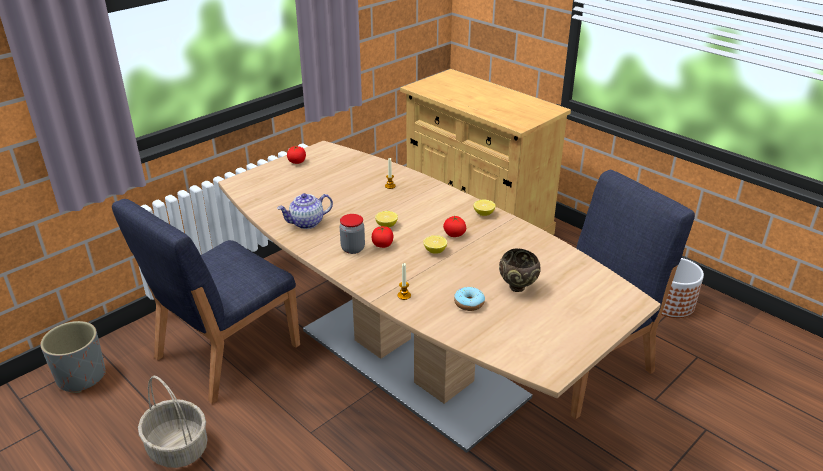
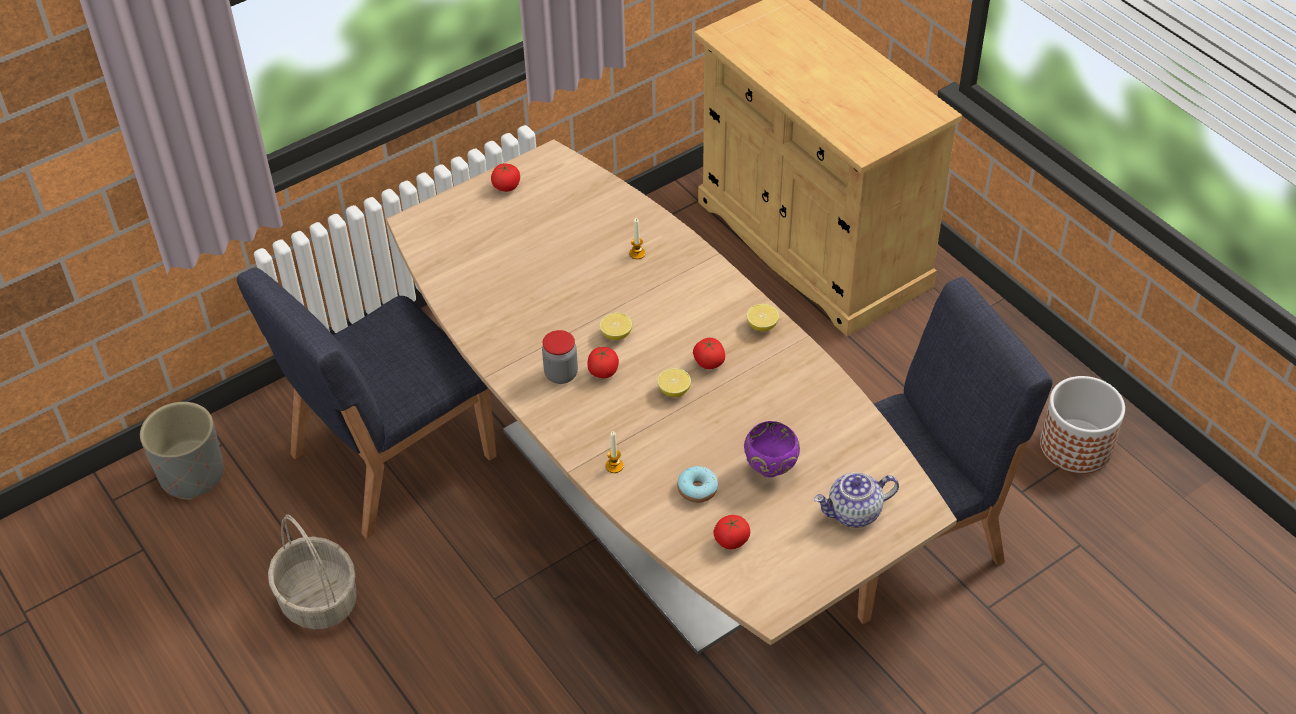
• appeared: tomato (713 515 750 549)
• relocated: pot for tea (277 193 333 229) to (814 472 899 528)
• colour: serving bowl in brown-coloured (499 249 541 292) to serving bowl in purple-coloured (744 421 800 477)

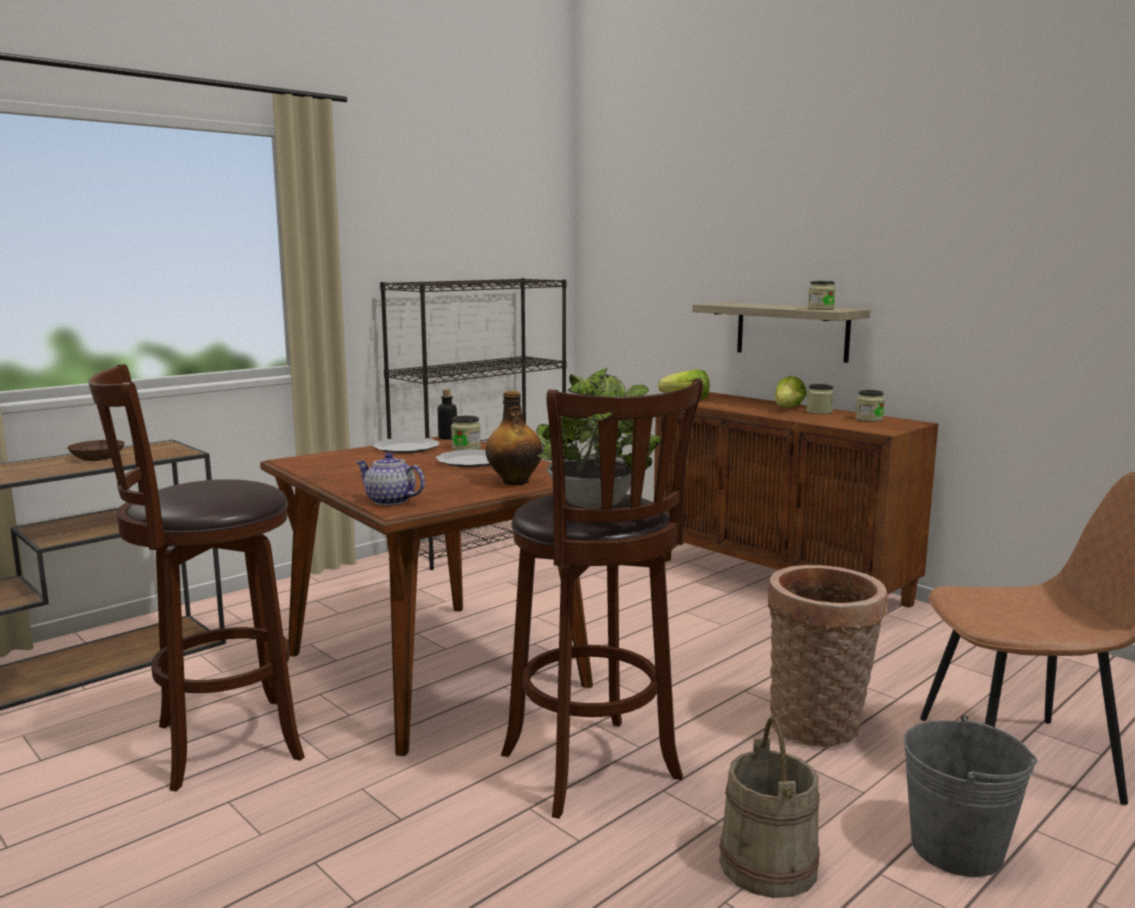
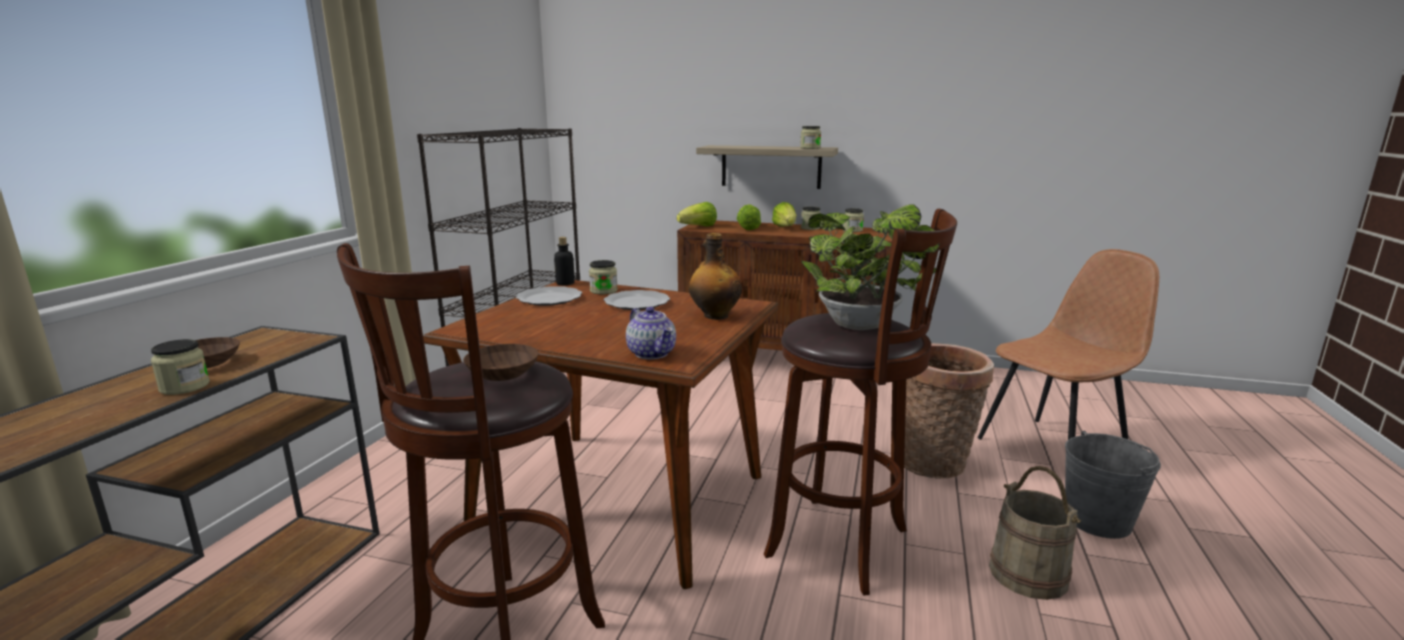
• appeared: jar (151 339 210 395)
• appeared: serving bowl in brown-coloured (463 344 539 381)
• appeared: head of lettuce (737 204 761 230)
• spun: pot for tea (356 453 425 505) = (626 307 676 359) 120 degrees counterclockwise

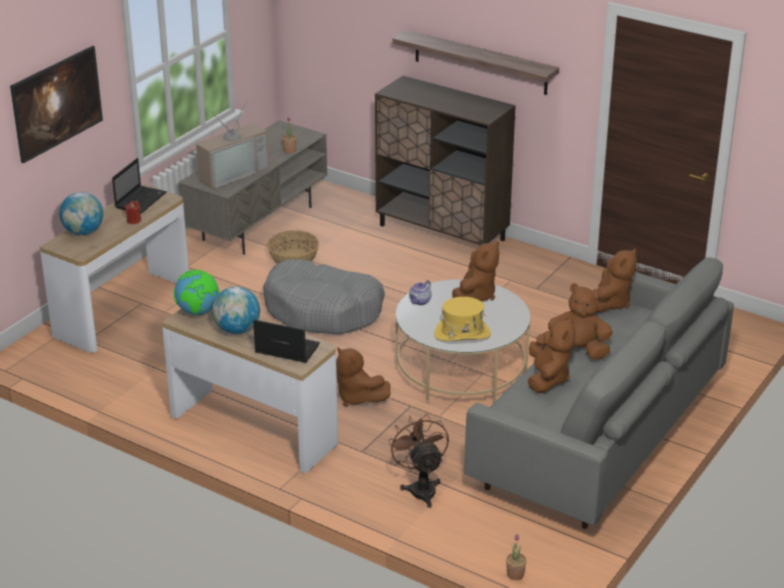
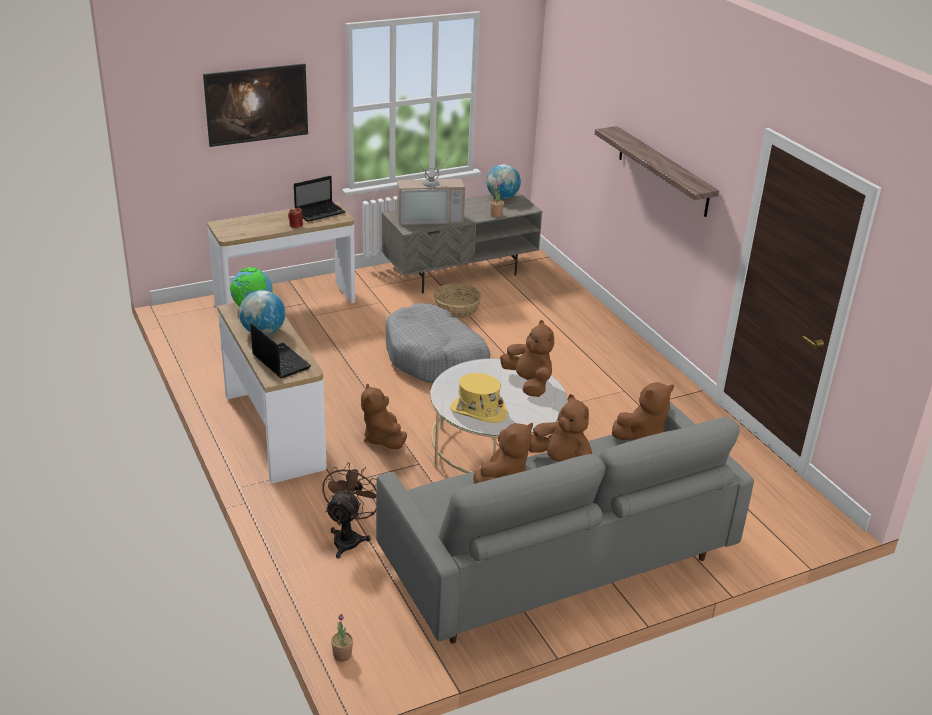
• missing: cabinet in brown-coloured (375 76 516 245)
• missing: pot for tea (409 280 431 305)
• relocated: world globe (59 192 103 235) to (486 164 521 199)
• spun: soft toy in brown-coloured (452 241 499 301) = (500 320 554 397) 90 degrees counterclockwise

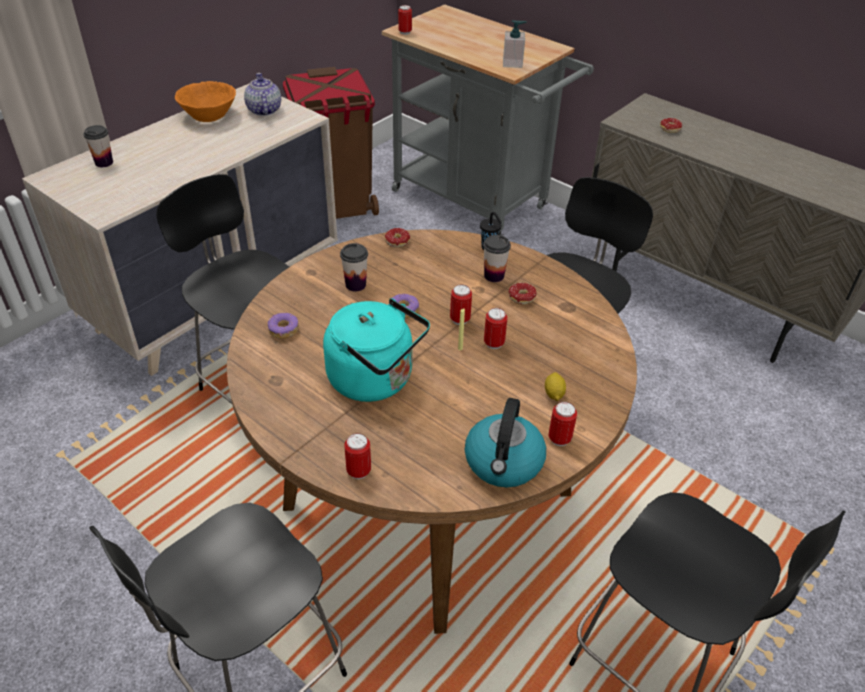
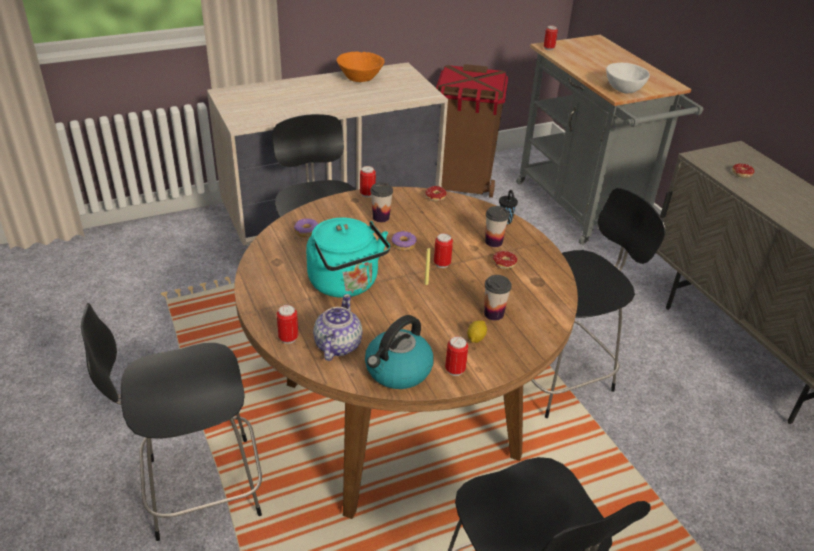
• relocated: drinking cup (83 125 113 167) to (484 275 512 321)
• relocated: pot for tea (244 73 281 116) to (313 294 363 361)
• relocated: sealed can (484 308 508 349) to (360 166 376 198)
• exchanged: soap bottle (503 20 527 68) to serving bowl in white-coloured (606 63 650 94)

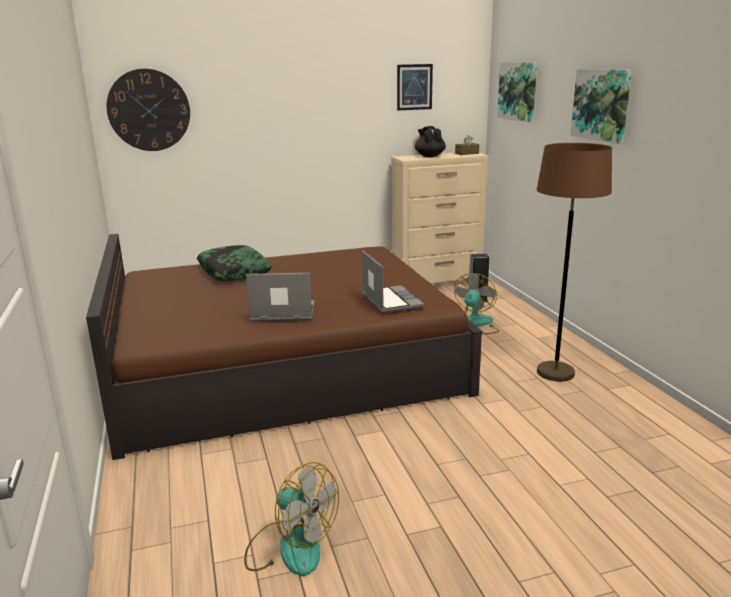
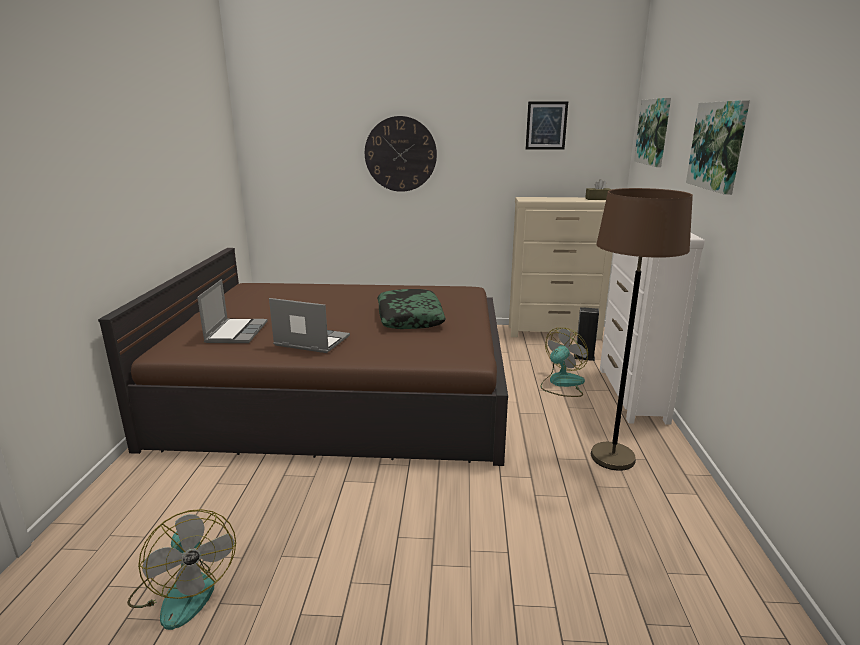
• missing: pot for tea in blackish (415 126 446 157)
• appeared: drawer chest in white-coloured (600 233 705 425)
• relocated: hanging clock (107 69 190 151) to (365 116 437 192)
• relocated: pillow (197 245 271 281) to (377 289 446 329)
• relocated: portable computer (362 250 424 313) to (197 279 268 343)

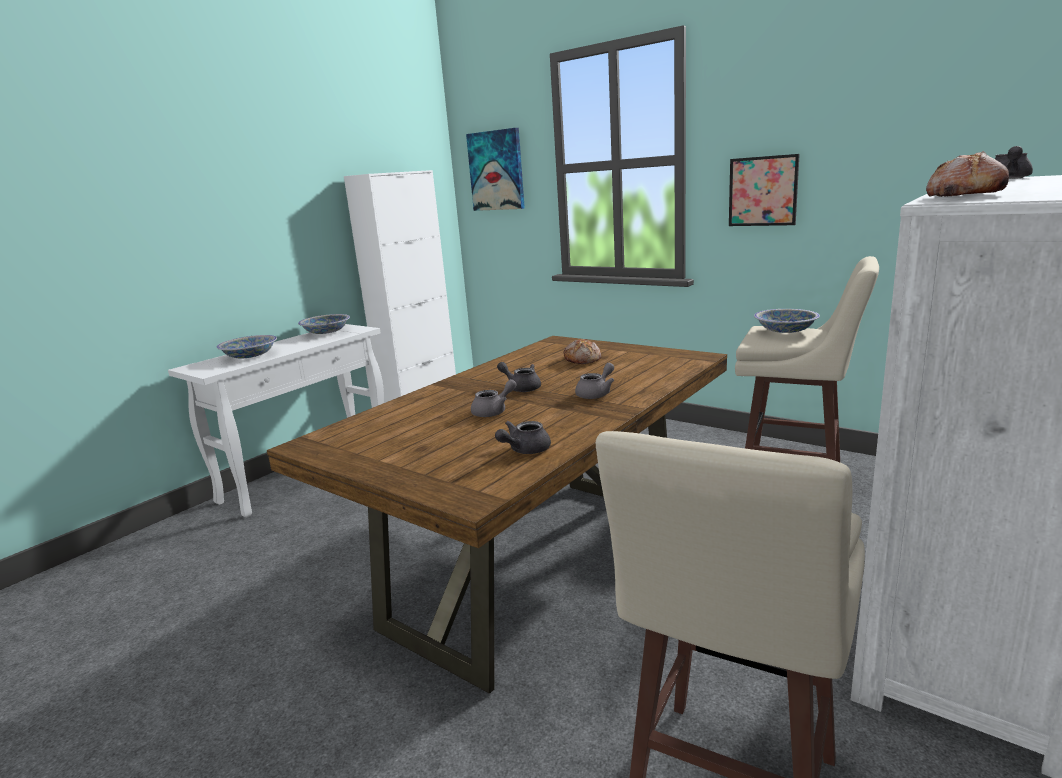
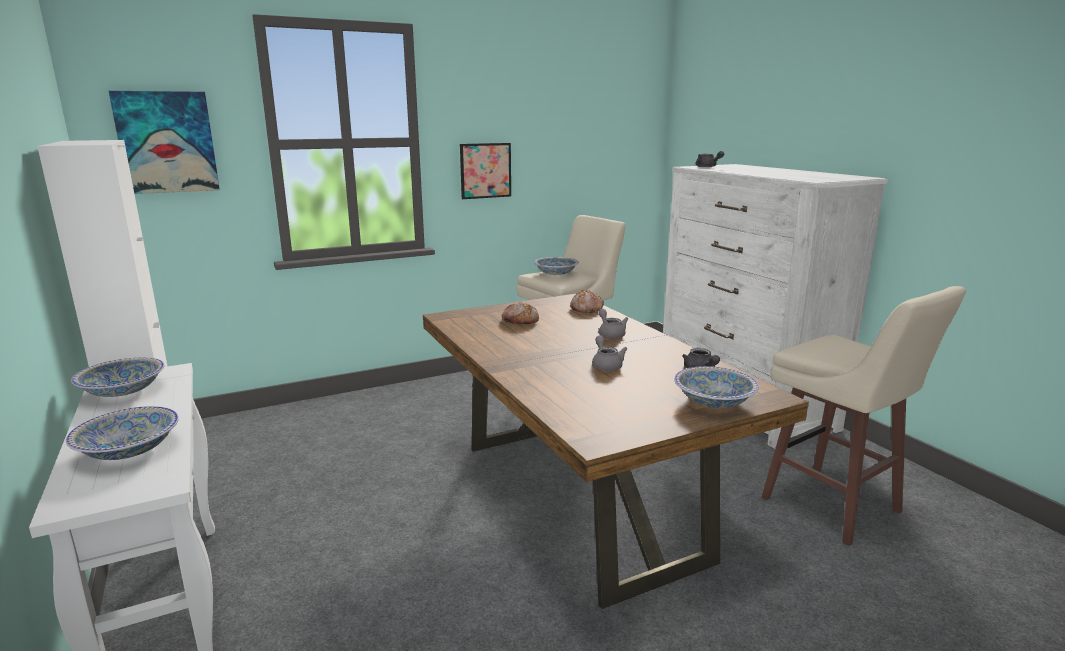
• missing: pot for tea in grey (497 362 541 392)
• appeared: serving bowl (674 366 759 408)
• relocated: baked bread (926 151 1009 197) to (571 290 604 313)

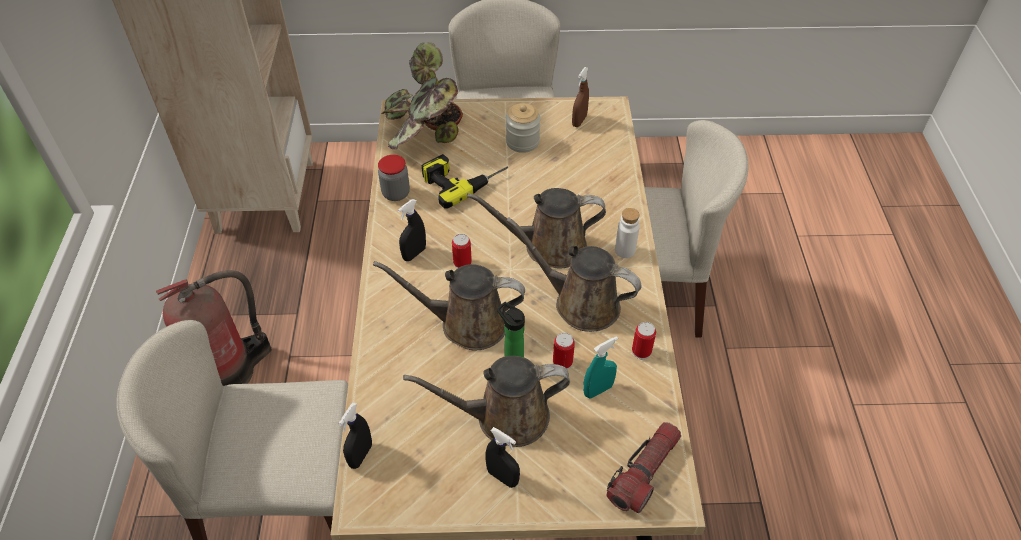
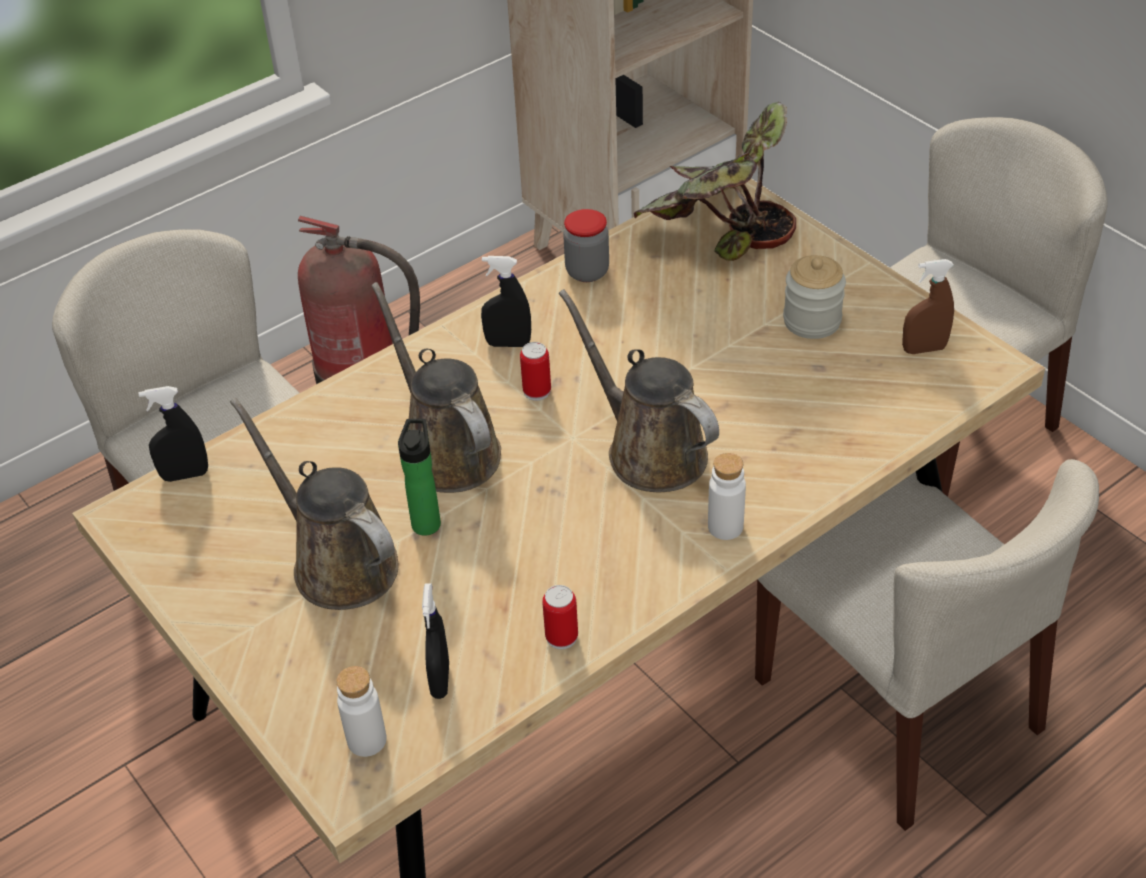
• missing: drill (422 154 508 209)
• missing: watering pot in brown-coloured (506 217 641 332)
• missing: sealed can (553 333 575 369)
• missing: spray bottle in turquoise-coloured (583 336 618 399)
• relocated: spray bottle in blackish (485 427 520 488) to (422 583 449 699)
• exchanged: flashlight (606 422 681 513) to bottle in white-coloured (336 666 387 757)

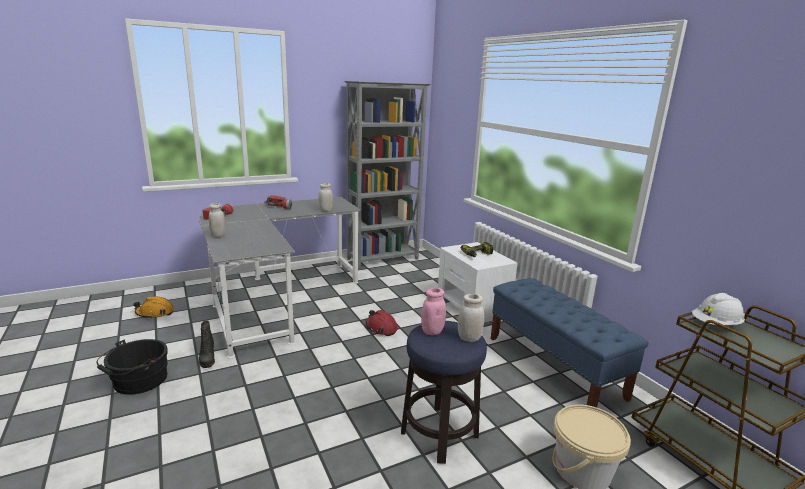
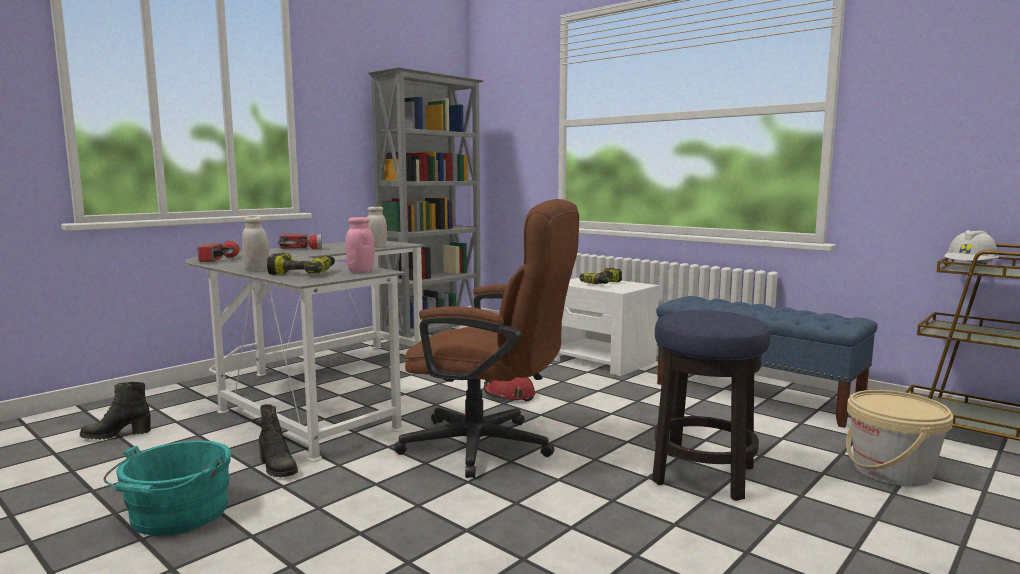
• missing: jar in white-coloured (458 294 484 342)
• appeared: drill (267 253 335 275)
• appeared: office chair in brown-coloured (394 199 579 478)
• relocated: jar in pinkish (421 288 446 335) to (345 217 375 273)
• exchanged: work helmet in orange (133 296 174 319) to high-top boot in blackish (80 382 151 440)
• colour: pail in blackish (97 339 168 395) to pail in turquoise-coloured (103 440 232 535)

